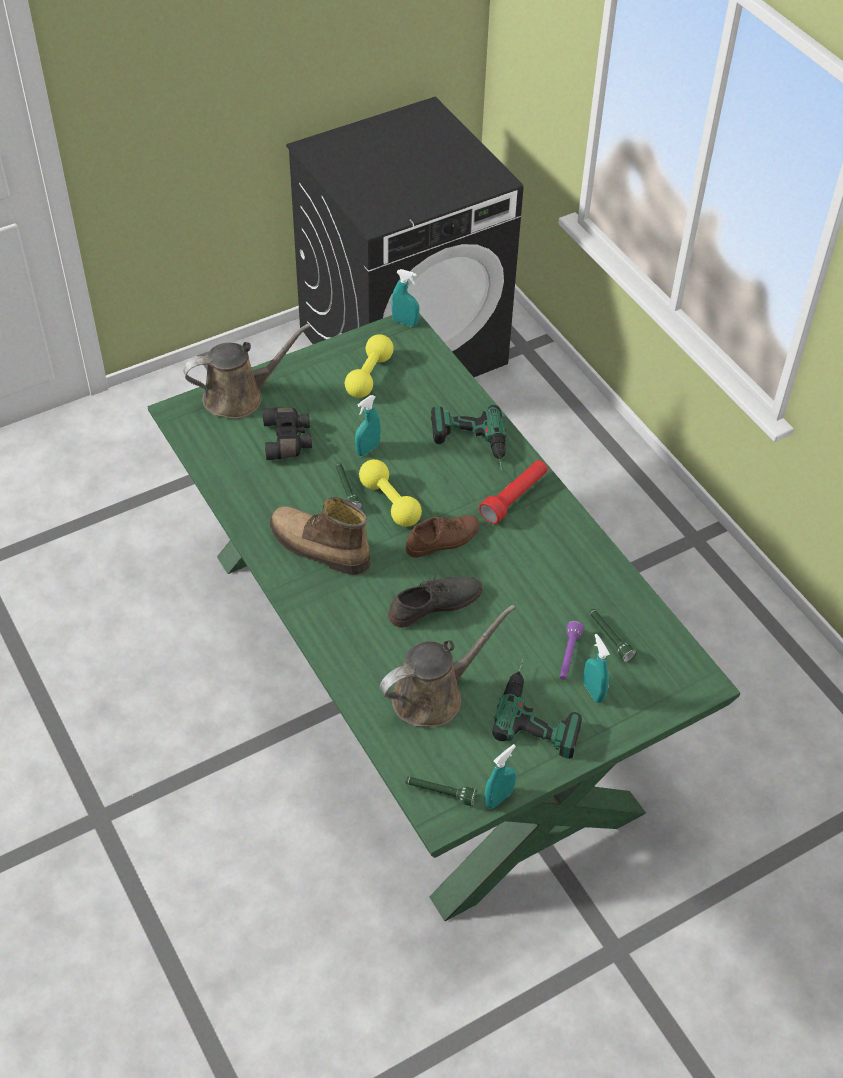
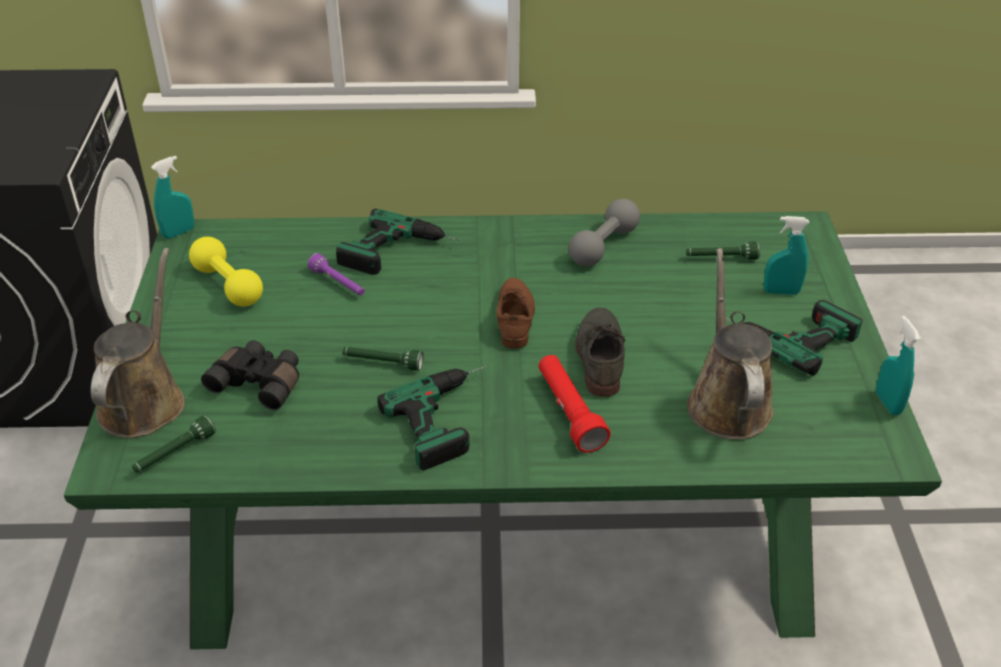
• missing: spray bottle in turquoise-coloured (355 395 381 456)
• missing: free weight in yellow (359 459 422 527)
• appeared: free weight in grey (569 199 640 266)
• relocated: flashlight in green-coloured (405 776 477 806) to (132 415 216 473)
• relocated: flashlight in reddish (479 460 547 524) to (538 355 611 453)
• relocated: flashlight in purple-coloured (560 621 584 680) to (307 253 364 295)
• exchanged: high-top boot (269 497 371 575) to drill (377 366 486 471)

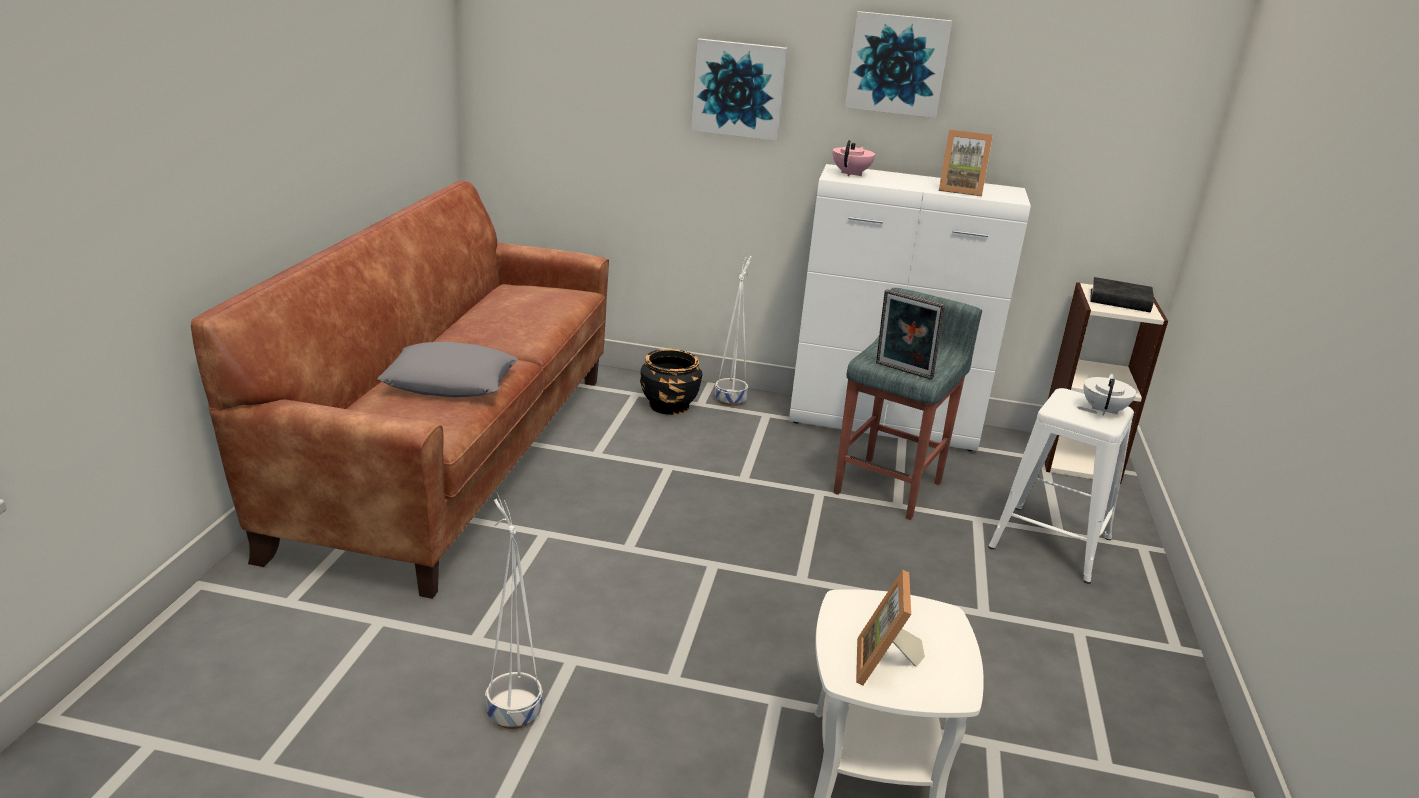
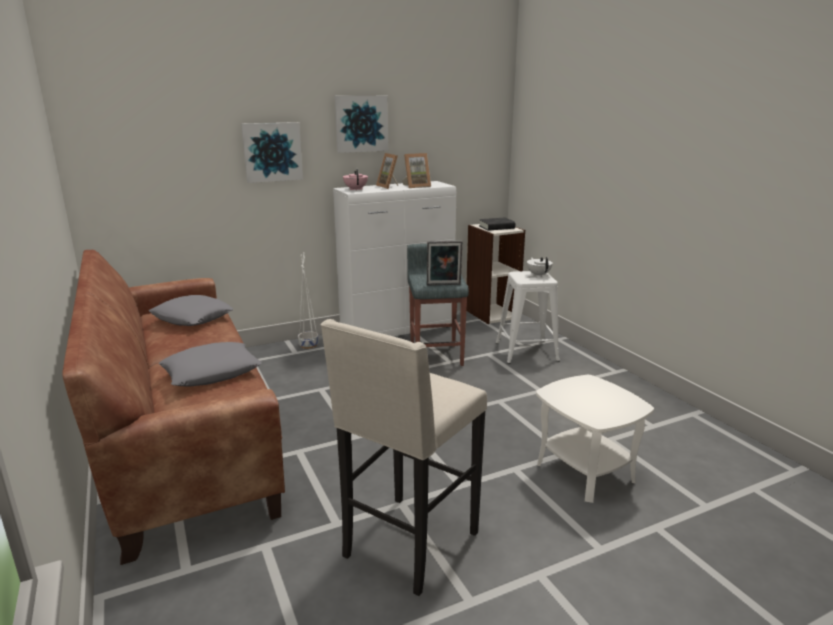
• missing: flower pot in blackish (640 349 702 415)
• appeared: pillow in grey (149 295 233 326)
• relocated: standing frame (856 569 925 685) to (376 153 398 189)
• exchanged: flower pot in white-coloured (485 492 543 729) to sitting stool in beige-coloured (321 319 487 596)

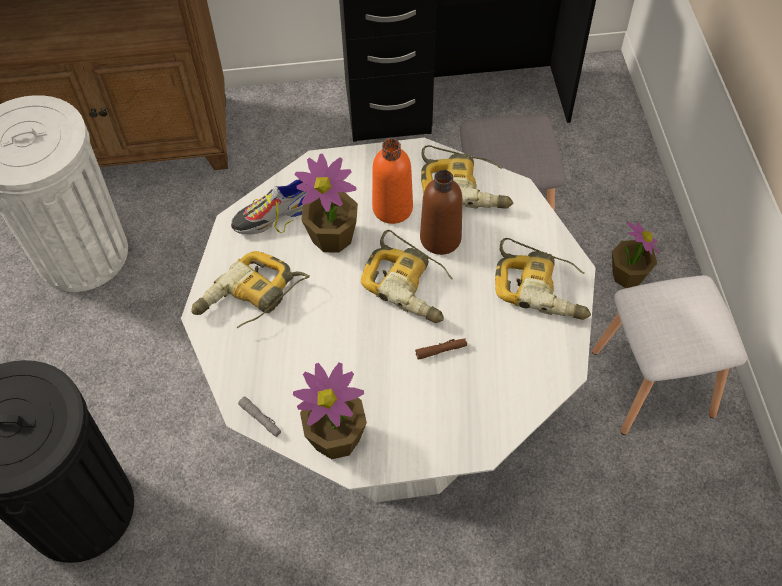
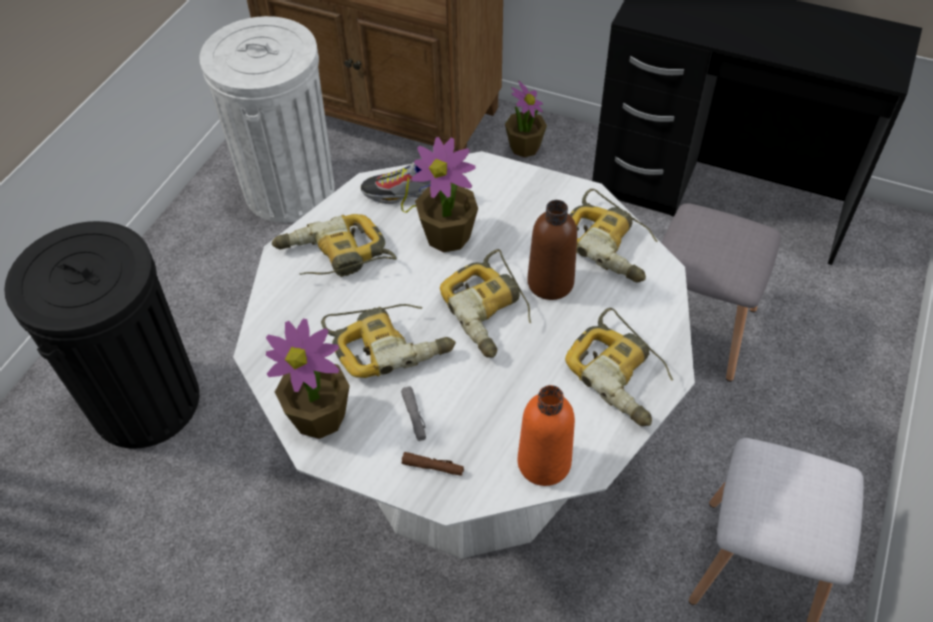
• appeared: drill (321 304 456 378)
• relocated: flashlight in grey (238 397 281 437) to (401 386 426 441)
• relocated: bottle in orange (372 139 413 224) to (518 385 575 486)
• relocated: flashlight in brown-coloured (415 338 467 360) to (401 452 464 476)
• relocated: potted plant (612 221 660 288) to (505 81 547 157)

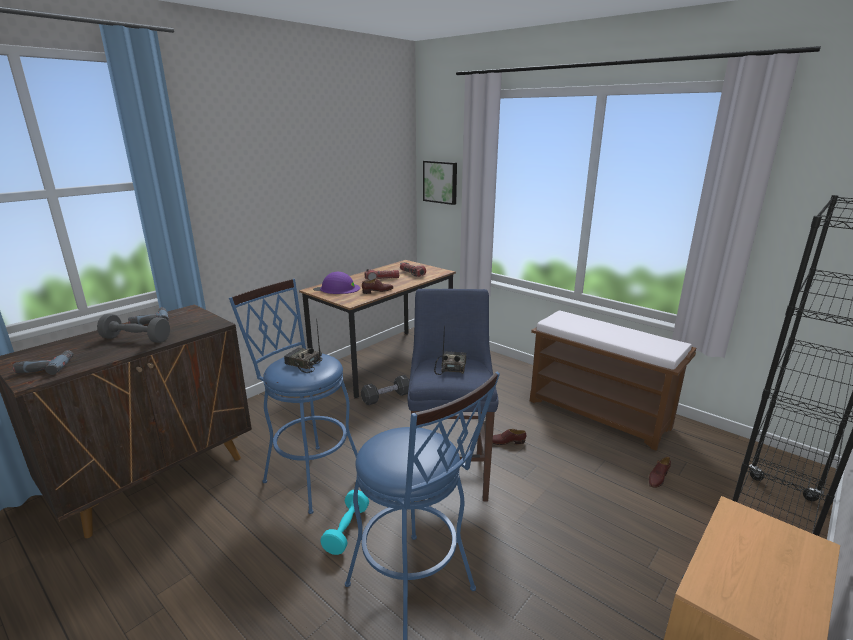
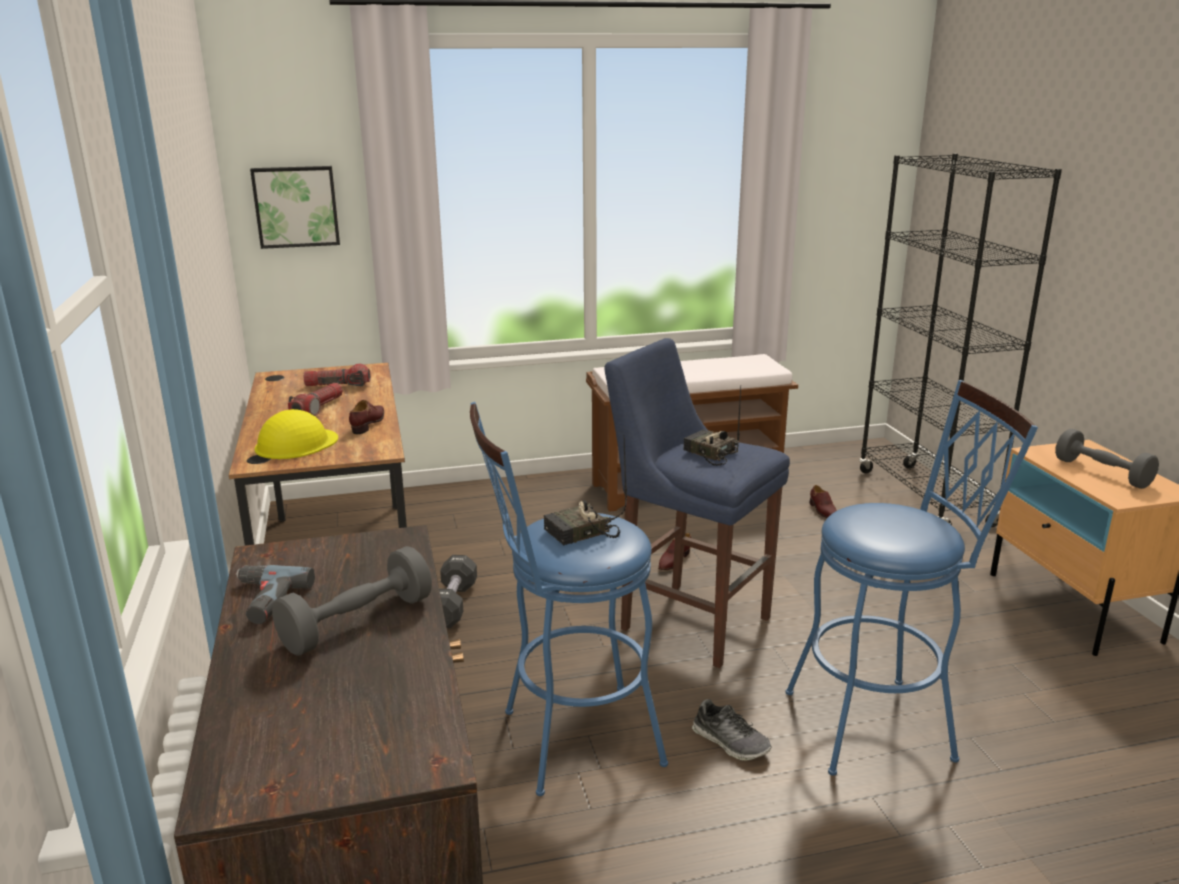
• missing: drill (13 350 73 375)
• appeared: free weight in grey (1055 429 1159 489)
• exchanged: free weight in turquoise-coloured (320 490 369 555) to item of footwear (692 699 772 760)
• colour: work helmet in purple-coloured (320 272 360 294) to work helmet in yellow (255 409 338 459)

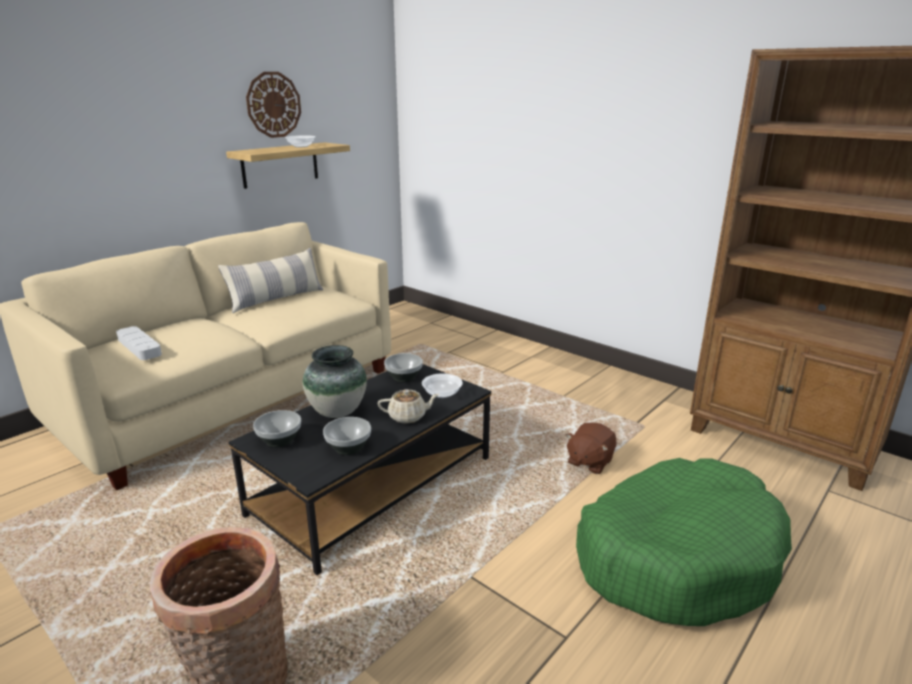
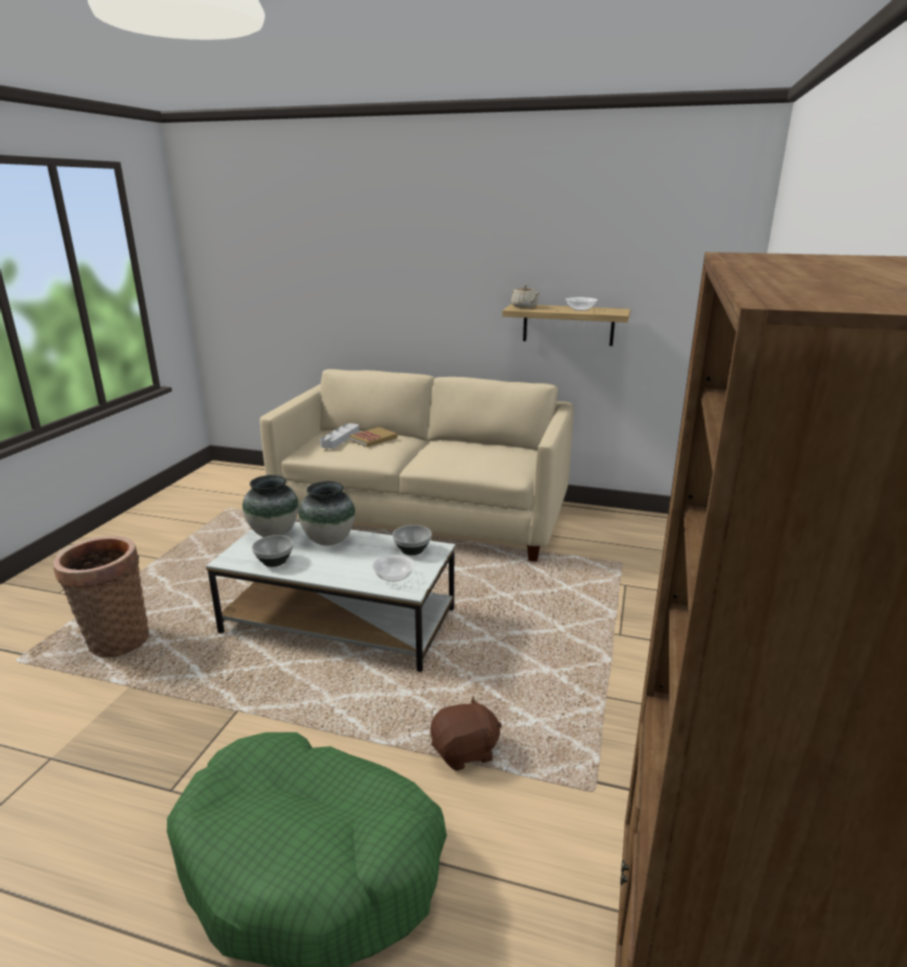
• missing: pillow (218 248 323 313)
• missing: hanging clock (246 72 301 138)
• appeared: book (349 427 398 447)
• relocated: pot for tea in beige-coloured (377 389 440 424) to (511 285 540 308)
• exchanged: serving bowl (253 410 301 448) to decorative vase (242 475 299 537)
• colour: coffee table in blackish (229 364 491 575) to coffee table in white-coloured (206 522 455 672)
• spun: soft toy in brown-coloured (566 423 616 474) = (430 696 502 771) 150 degrees clockwise

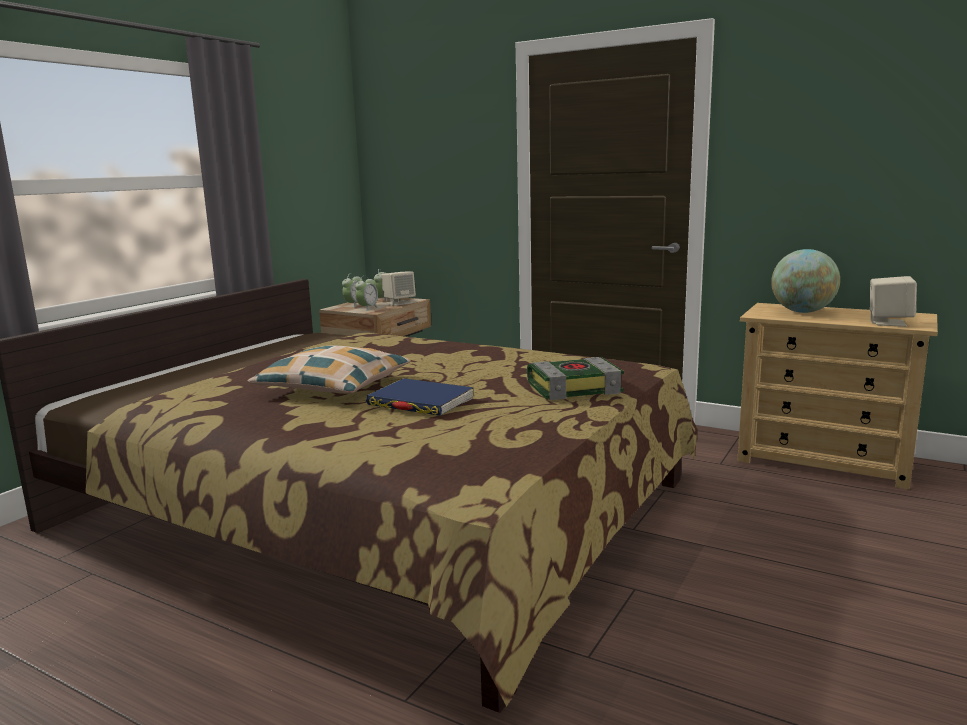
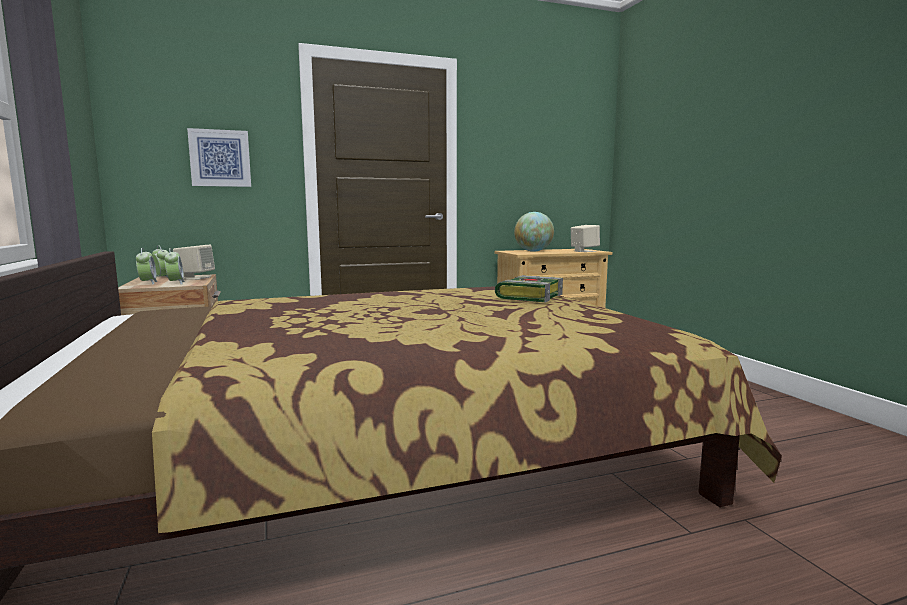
• missing: pillow (248 345 411 393)
• missing: book in blue-coloured (366 378 474 416)
• appeared: picture (187 128 251 187)

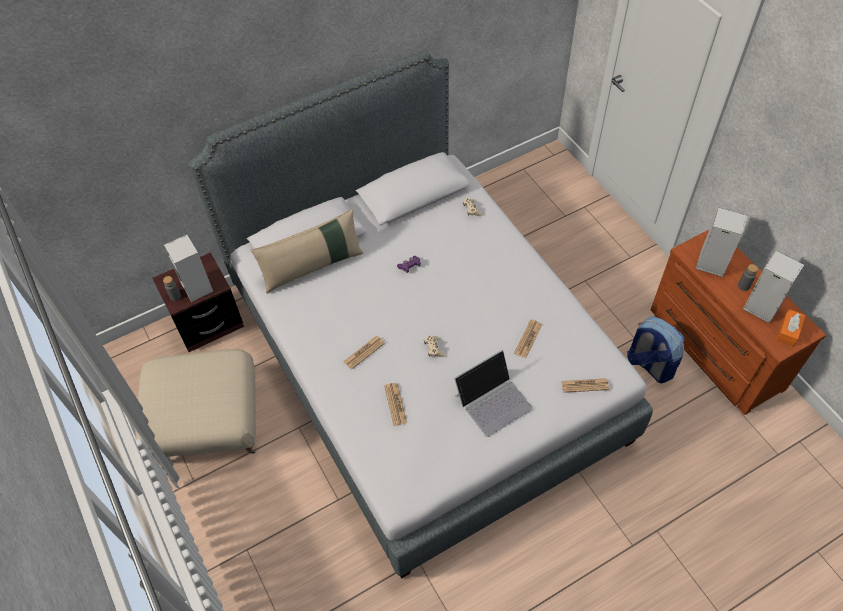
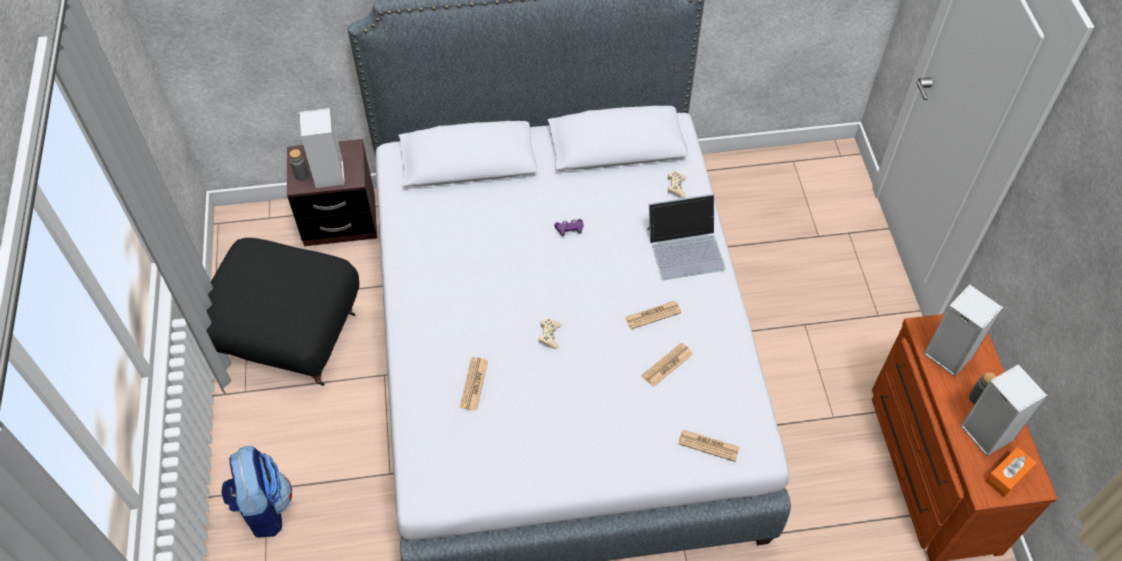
• missing: pillow in beige-coloured (251 209 363 294)
• relocated: printed paper (343 336 385 370) to (625 301 682 329)
• relocated: portable computer (454 350 533 437) to (647 194 725 280)
• relocated: knapsack (627 316 684 383) to (222 446 292 537)
• colour: ottoman in beige-coloured (135 349 256 459) to ottoman in blackish (206 238 359 386)

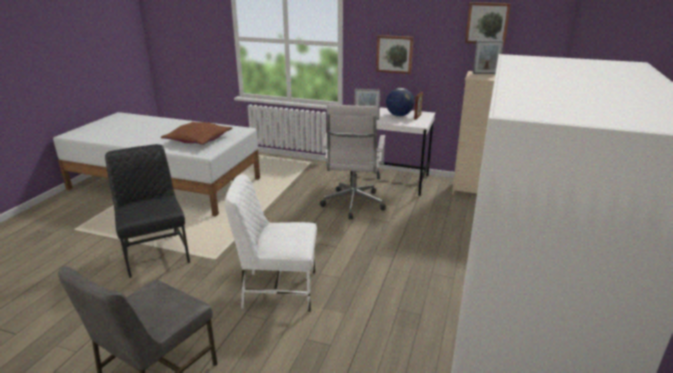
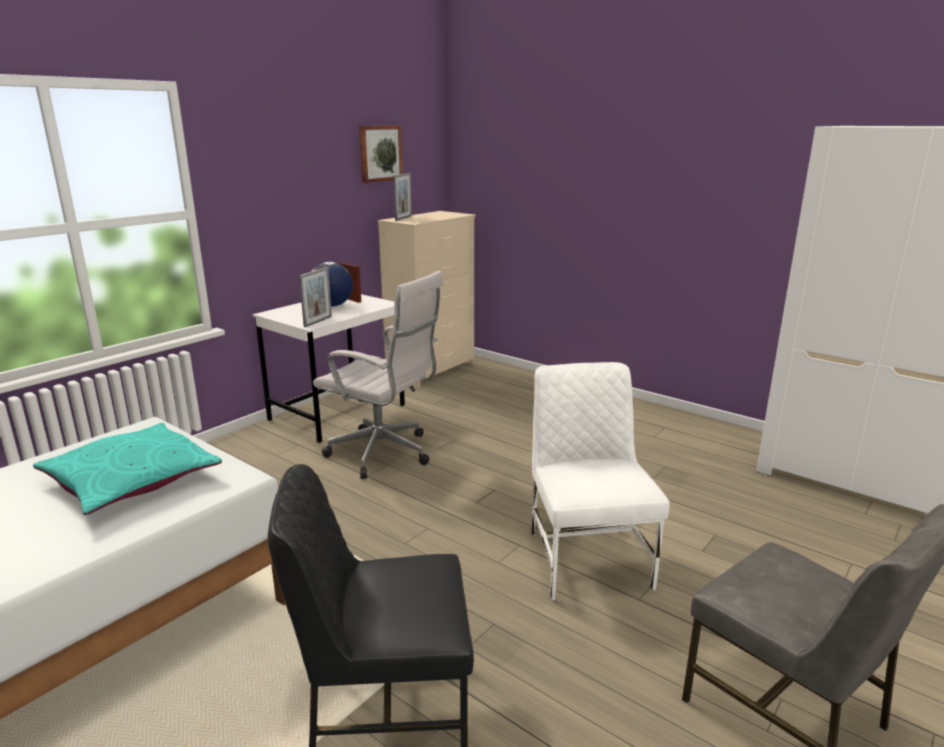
• missing: picture (376 35 414 74)
• colour: pillow in brown-coloured (161 122 232 145) to pillow in turquoise-coloured (33 423 222 515)
• spun: plain chair in white-coloured (225 174 317 312) = (530 362 669 601) 150 degrees clockwise

